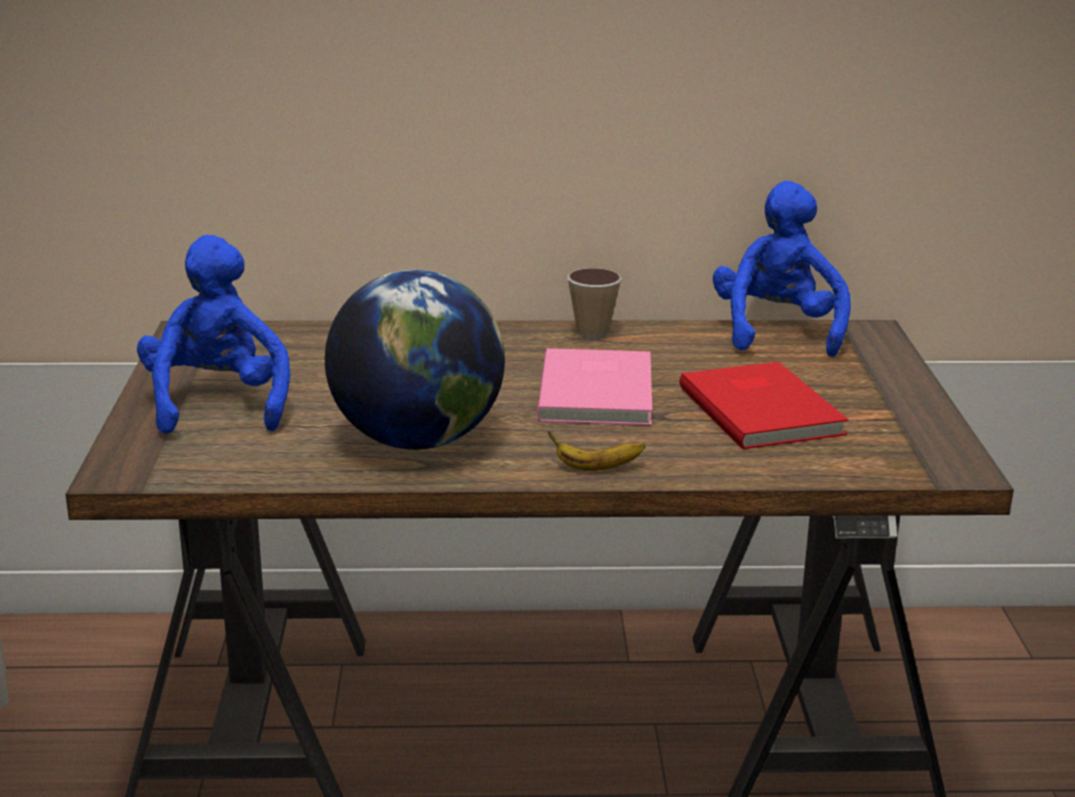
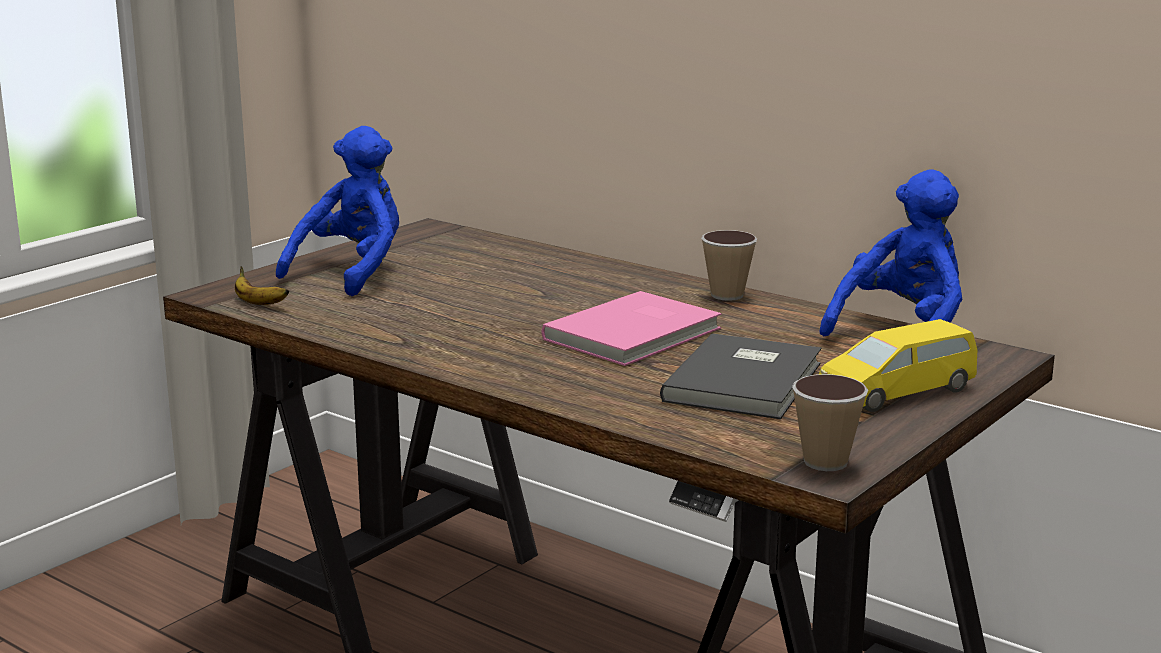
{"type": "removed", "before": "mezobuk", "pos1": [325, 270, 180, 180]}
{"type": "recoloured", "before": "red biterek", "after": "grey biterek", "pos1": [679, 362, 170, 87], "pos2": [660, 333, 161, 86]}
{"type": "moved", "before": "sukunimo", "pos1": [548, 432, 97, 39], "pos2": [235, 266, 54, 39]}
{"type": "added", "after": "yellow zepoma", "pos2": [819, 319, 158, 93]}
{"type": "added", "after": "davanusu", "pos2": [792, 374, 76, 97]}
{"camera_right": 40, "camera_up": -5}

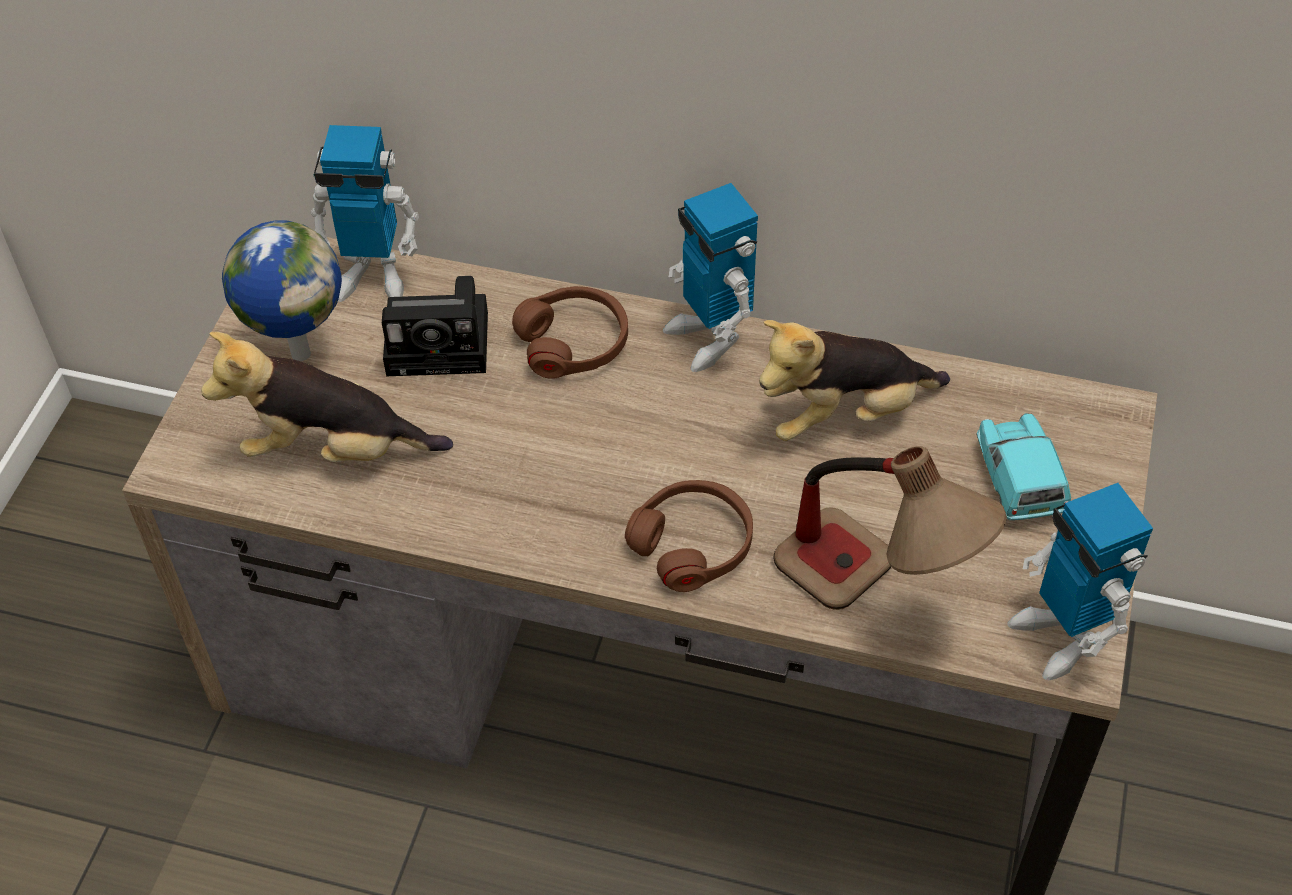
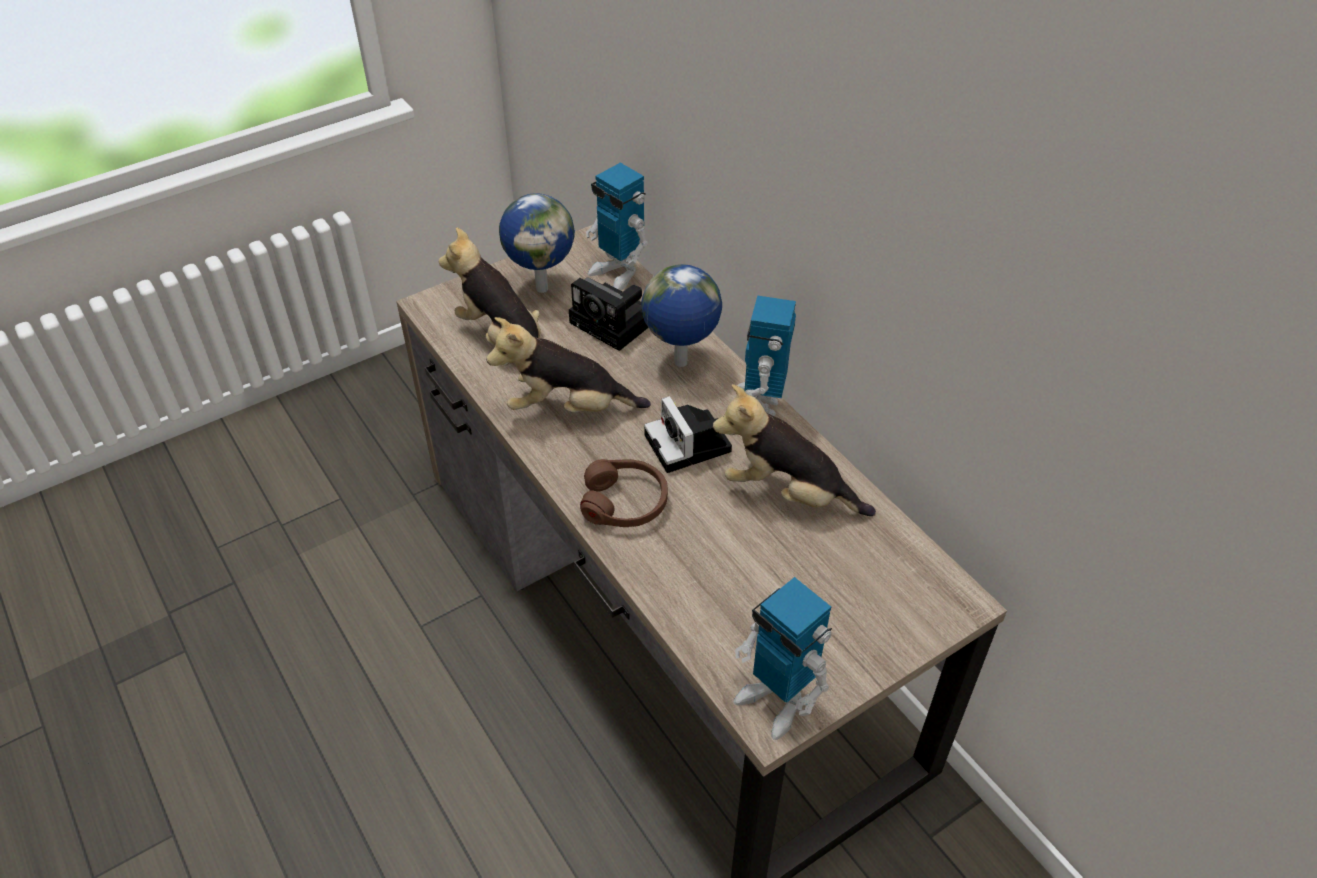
{"type": "replaced", "before": "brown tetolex", "after": "mezobuk", "pos1": [512, 286, 116, 93], "pos2": [641, 264, 81, 103]}
{"type": "removed", "before": "turquoise zepoma", "pos1": [976, 413, 95, 107]}
{"type": "removed", "before": "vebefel", "pos1": [773, 446, 233, 164]}
{"type": "turned", "before": "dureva", "pos1": [1007, 483, 146, 197], "pos2": [734, 577, 98, 163], "turn": -60}
{"type": "added", "after": "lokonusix", "pos2": [486, 317, 165, 95]}
{"type": "added", "after": "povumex", "pos2": [644, 396, 88, 77]}
{"camera_right": 40, "camera_up": -5}

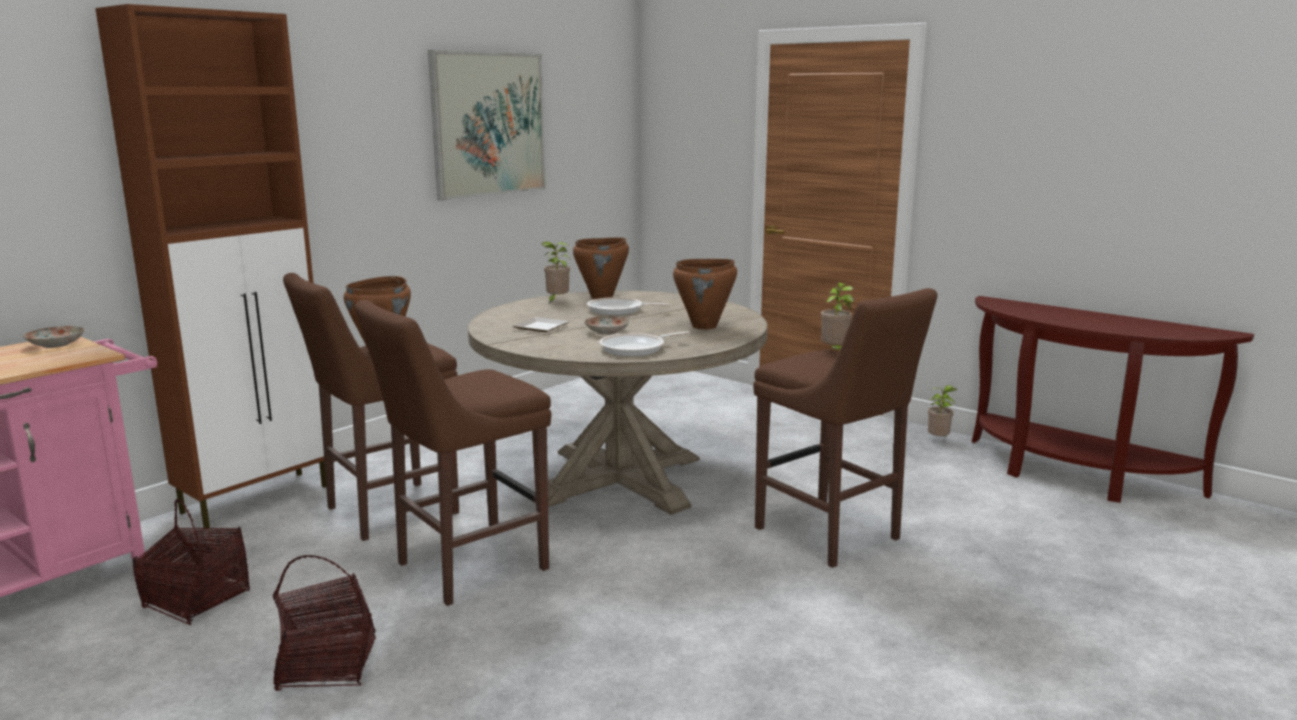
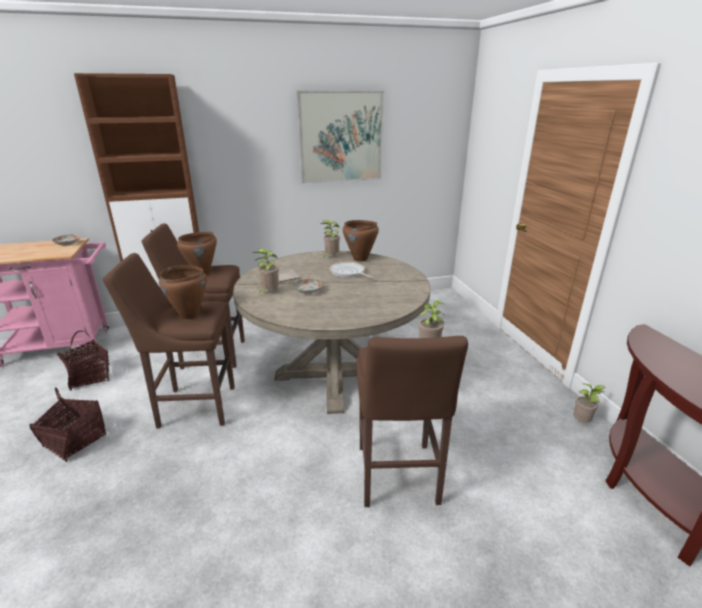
{"type": "moved", "before": "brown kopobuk", "pos1": [673, 259, 64, 70], "pos2": [159, 265, 48, 54]}
{"type": "removed", "before": "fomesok", "pos1": [599, 331, 91, 26]}
{"type": "added", "after": "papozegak", "pos2": [252, 248, 27, 45]}
{"camera_right": 35, "camera_up": 10}

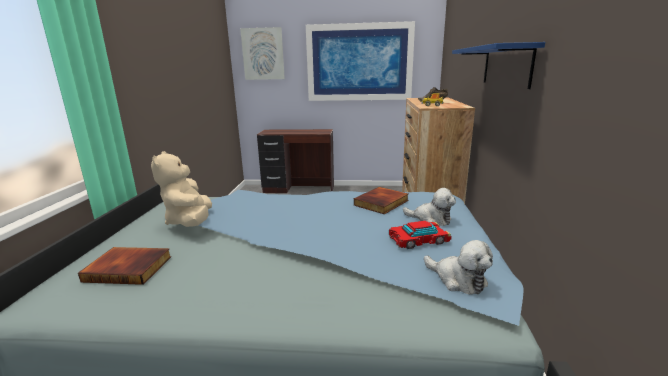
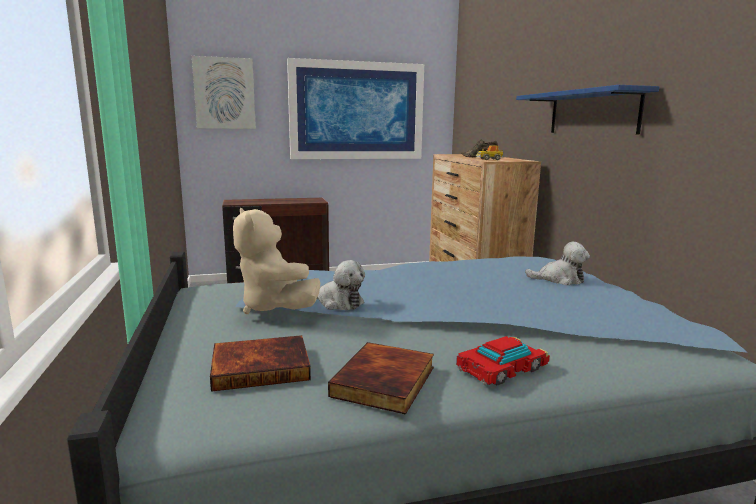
{"type": "moved", "before": "biterek", "pos1": [354, 187, 55, 27], "pos2": [328, 342, 106, 73]}
{"type": "moved", "before": "zepoma", "pos1": [389, 221, 63, 28], "pos2": [456, 336, 94, 49]}
{"type": "moved", "before": "lokonusix", "pos1": [424, 240, 69, 55], "pos2": [317, 260, 48, 50]}
{"camera_right": -20, "camera_up": -5}

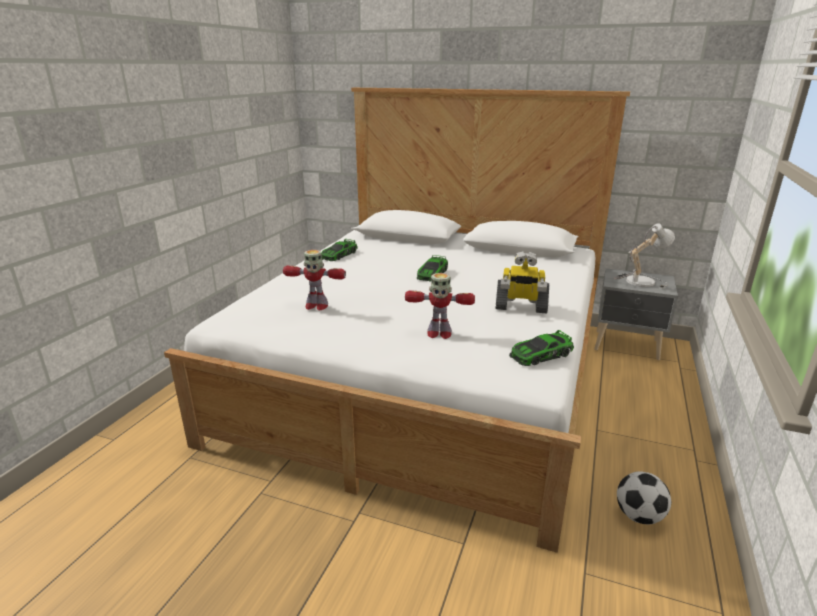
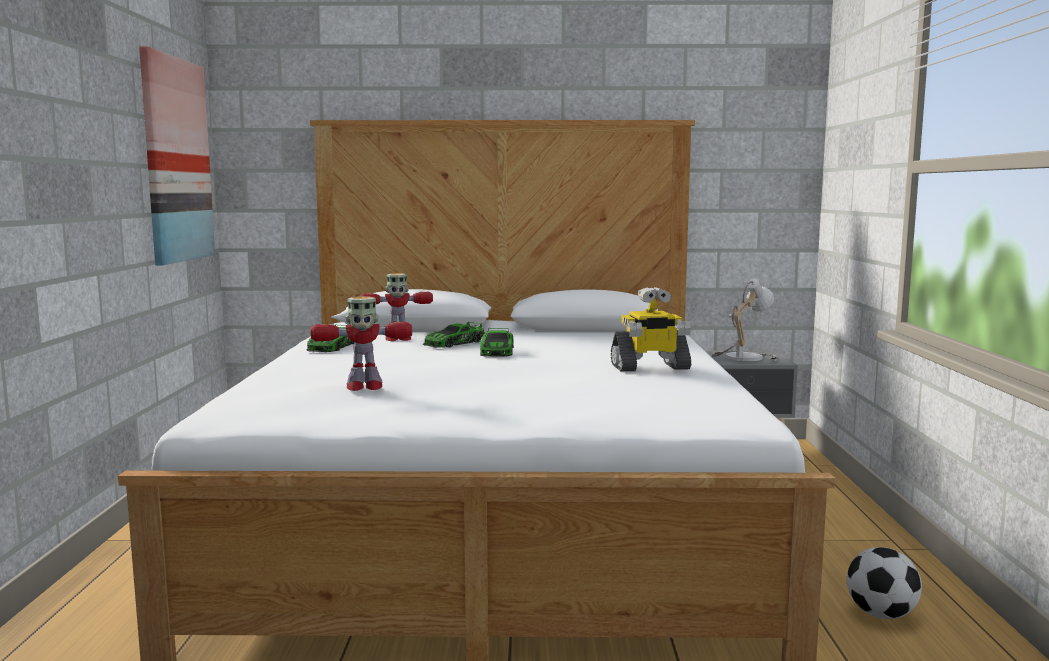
{"type": "moved", "before": "dureva", "pos1": [405, 273, 70, 66], "pos2": [360, 273, 73, 68]}
{"type": "moved", "before": "zepoma", "pos1": [509, 330, 65, 36], "pos2": [423, 322, 62, 26]}
{"type": "added", "after": "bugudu", "pos2": [139, 46, 76, 219]}
{"camera_right": -20, "camera_up": -15}

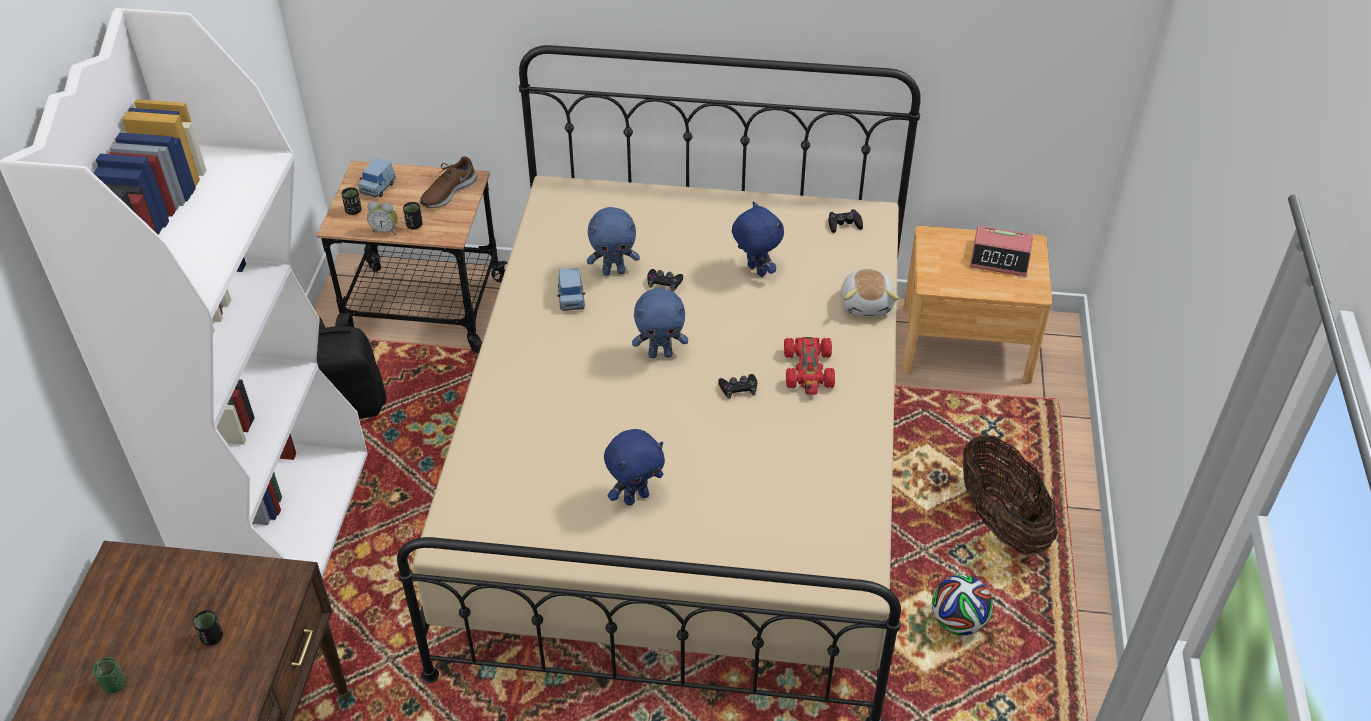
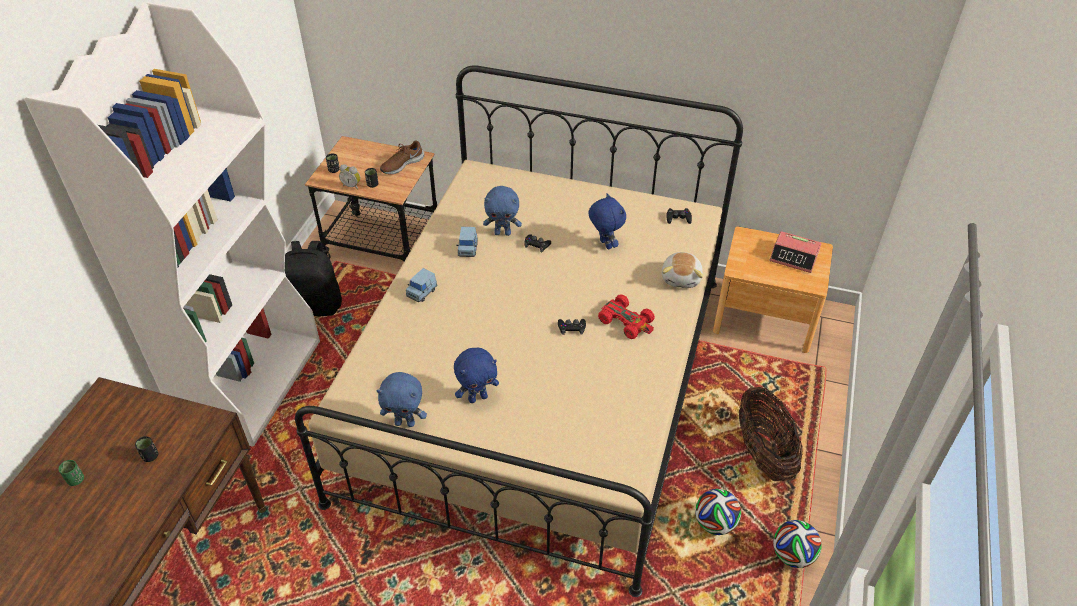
{"type": "moved", "before": "blue zepoma", "pos1": [358, 158, 38, 39], "pos2": [406, 268, 31, 34]}
{"type": "moved", "before": "blue lokonusix", "pos1": [632, 288, 56, 70], "pos2": [377, 372, 50, 55]}
{"type": "turned", "before": "red zepoma", "pos1": [784, 337, 51, 57], "pos2": [598, 294, 57, 45], "turn": -60}
{"type": "added", "after": "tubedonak", "pos2": [773, 520, 49, 48]}
{"camera_right": 10, "camera_up": 0}

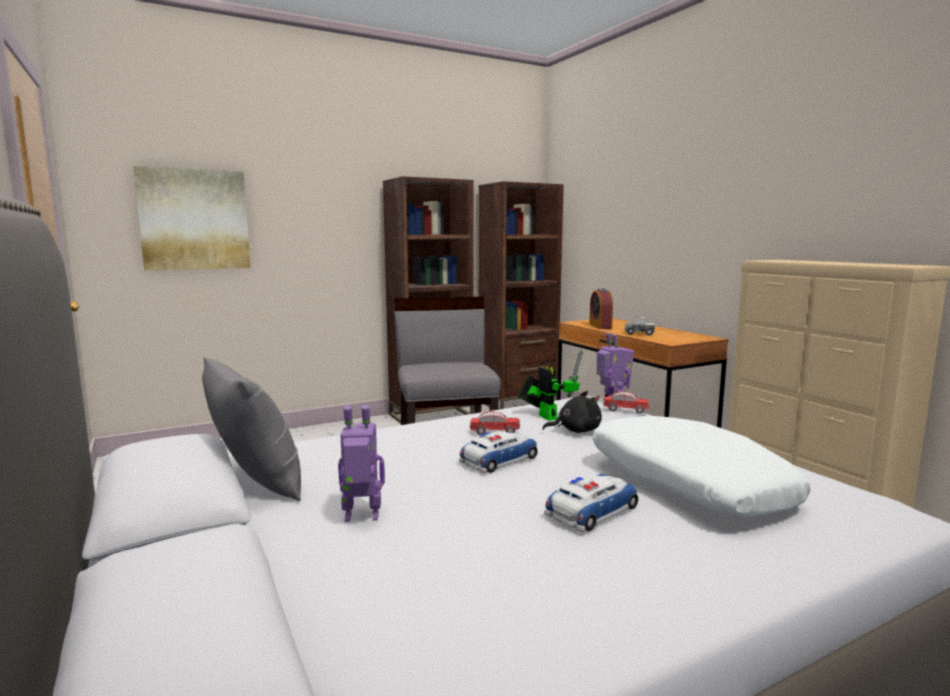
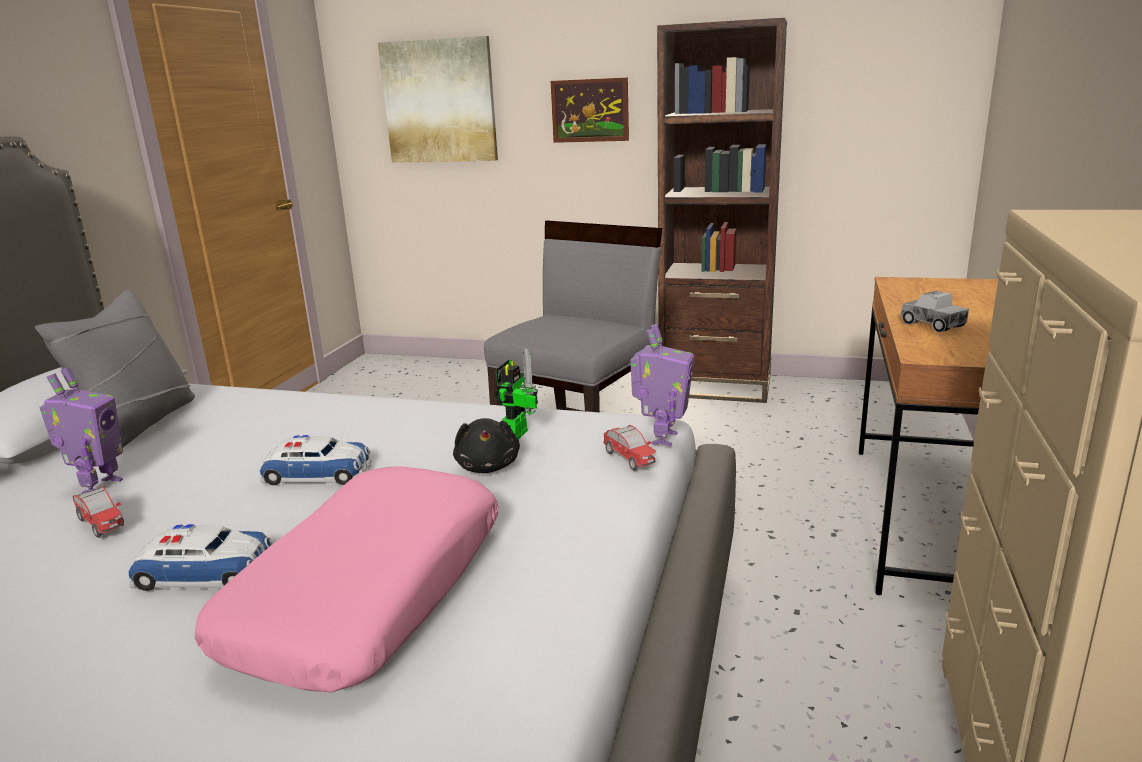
{"type": "removed", "before": "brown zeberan", "pos1": [479, 181, 85, 229]}
{"type": "removed", "before": "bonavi", "pos1": [589, 288, 24, 41]}
{"type": "turned", "before": "black lokonusix", "pos1": [543, 391, 59, 42], "pos2": [453, 418, 67, 55], "turn": 45}
{"type": "turned", "before": "dureva", "pos1": [338, 405, 47, 117], "pos2": [40, 367, 83, 127], "turn": 60}
{"type": "moved", "before": "zepoma", "pos1": [470, 411, 50, 24], "pos2": [73, 486, 51, 52]}
{"type": "recoloured", "before": "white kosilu", "after": "pink kosilu", "pos1": [593, 416, 218, 101], "pos2": [195, 467, 304, 225]}
{"type": "added", "after": "bugudu", "pos2": [550, 77, 79, 66]}
{"camera_right": 45, "camera_up": 10}

